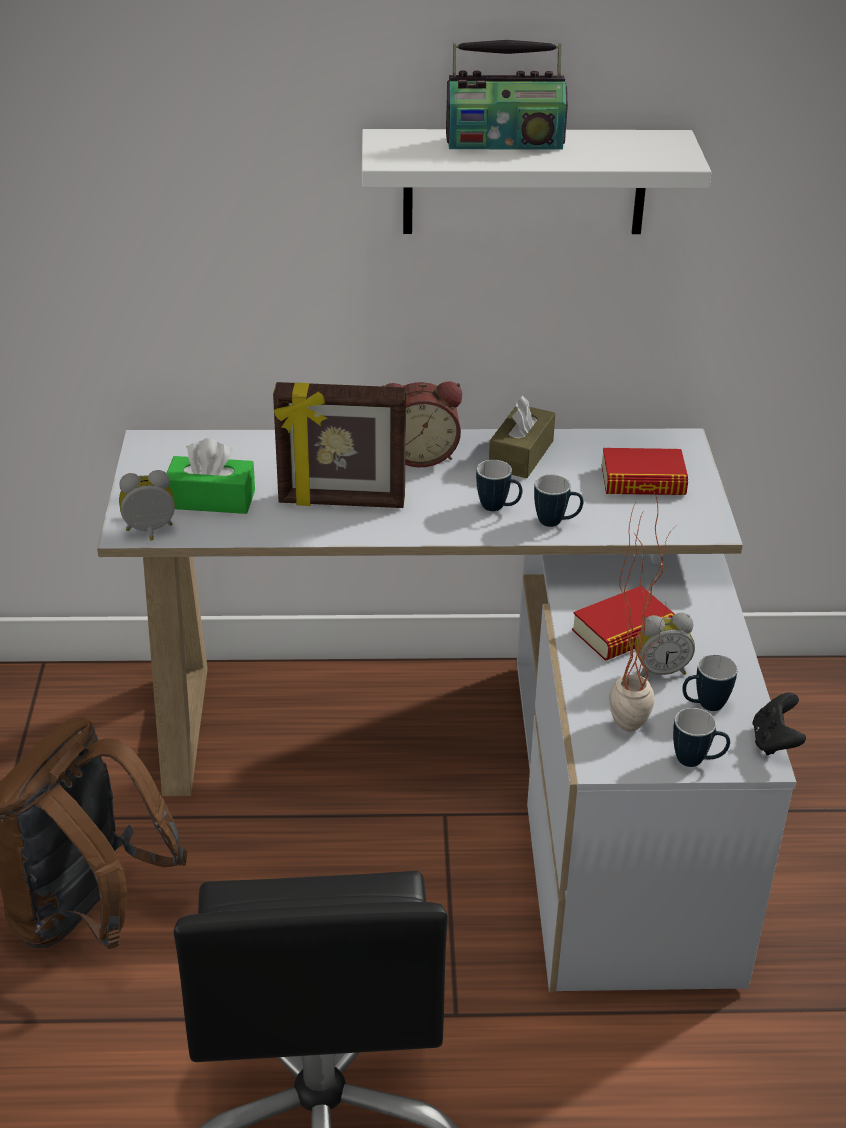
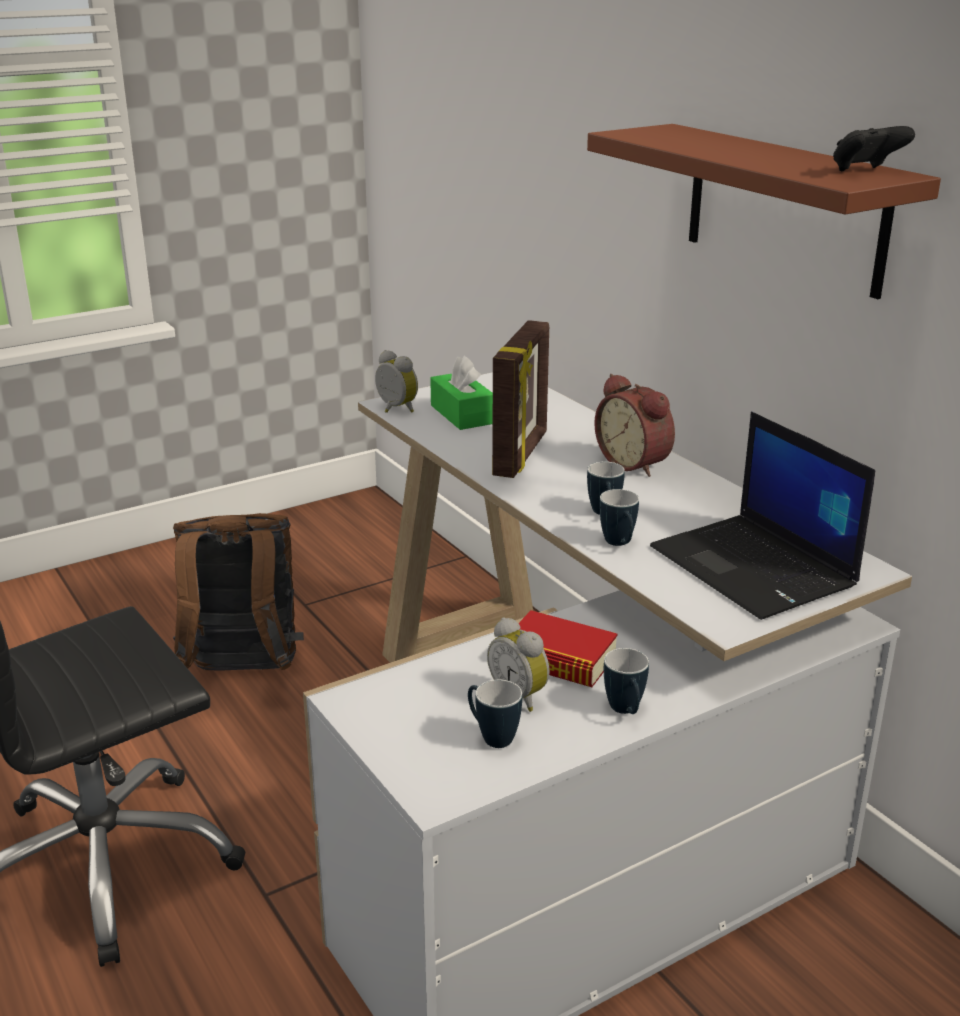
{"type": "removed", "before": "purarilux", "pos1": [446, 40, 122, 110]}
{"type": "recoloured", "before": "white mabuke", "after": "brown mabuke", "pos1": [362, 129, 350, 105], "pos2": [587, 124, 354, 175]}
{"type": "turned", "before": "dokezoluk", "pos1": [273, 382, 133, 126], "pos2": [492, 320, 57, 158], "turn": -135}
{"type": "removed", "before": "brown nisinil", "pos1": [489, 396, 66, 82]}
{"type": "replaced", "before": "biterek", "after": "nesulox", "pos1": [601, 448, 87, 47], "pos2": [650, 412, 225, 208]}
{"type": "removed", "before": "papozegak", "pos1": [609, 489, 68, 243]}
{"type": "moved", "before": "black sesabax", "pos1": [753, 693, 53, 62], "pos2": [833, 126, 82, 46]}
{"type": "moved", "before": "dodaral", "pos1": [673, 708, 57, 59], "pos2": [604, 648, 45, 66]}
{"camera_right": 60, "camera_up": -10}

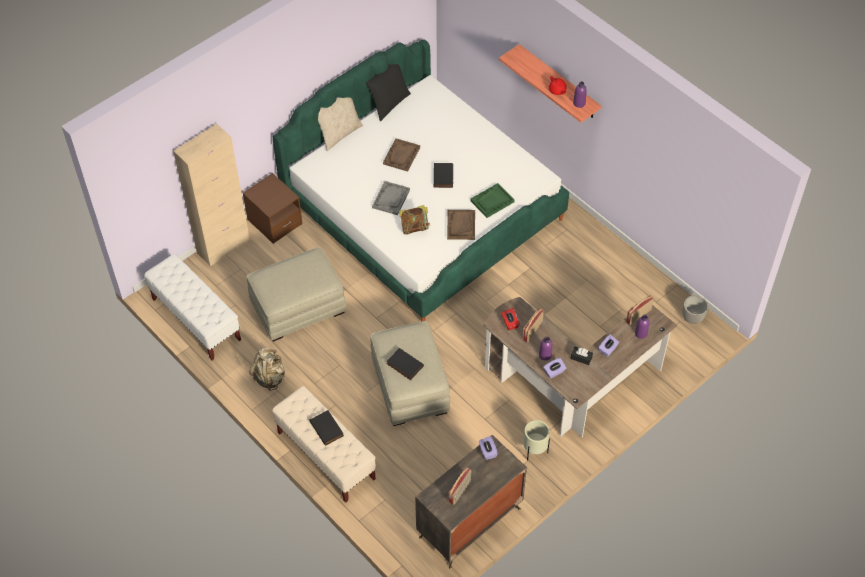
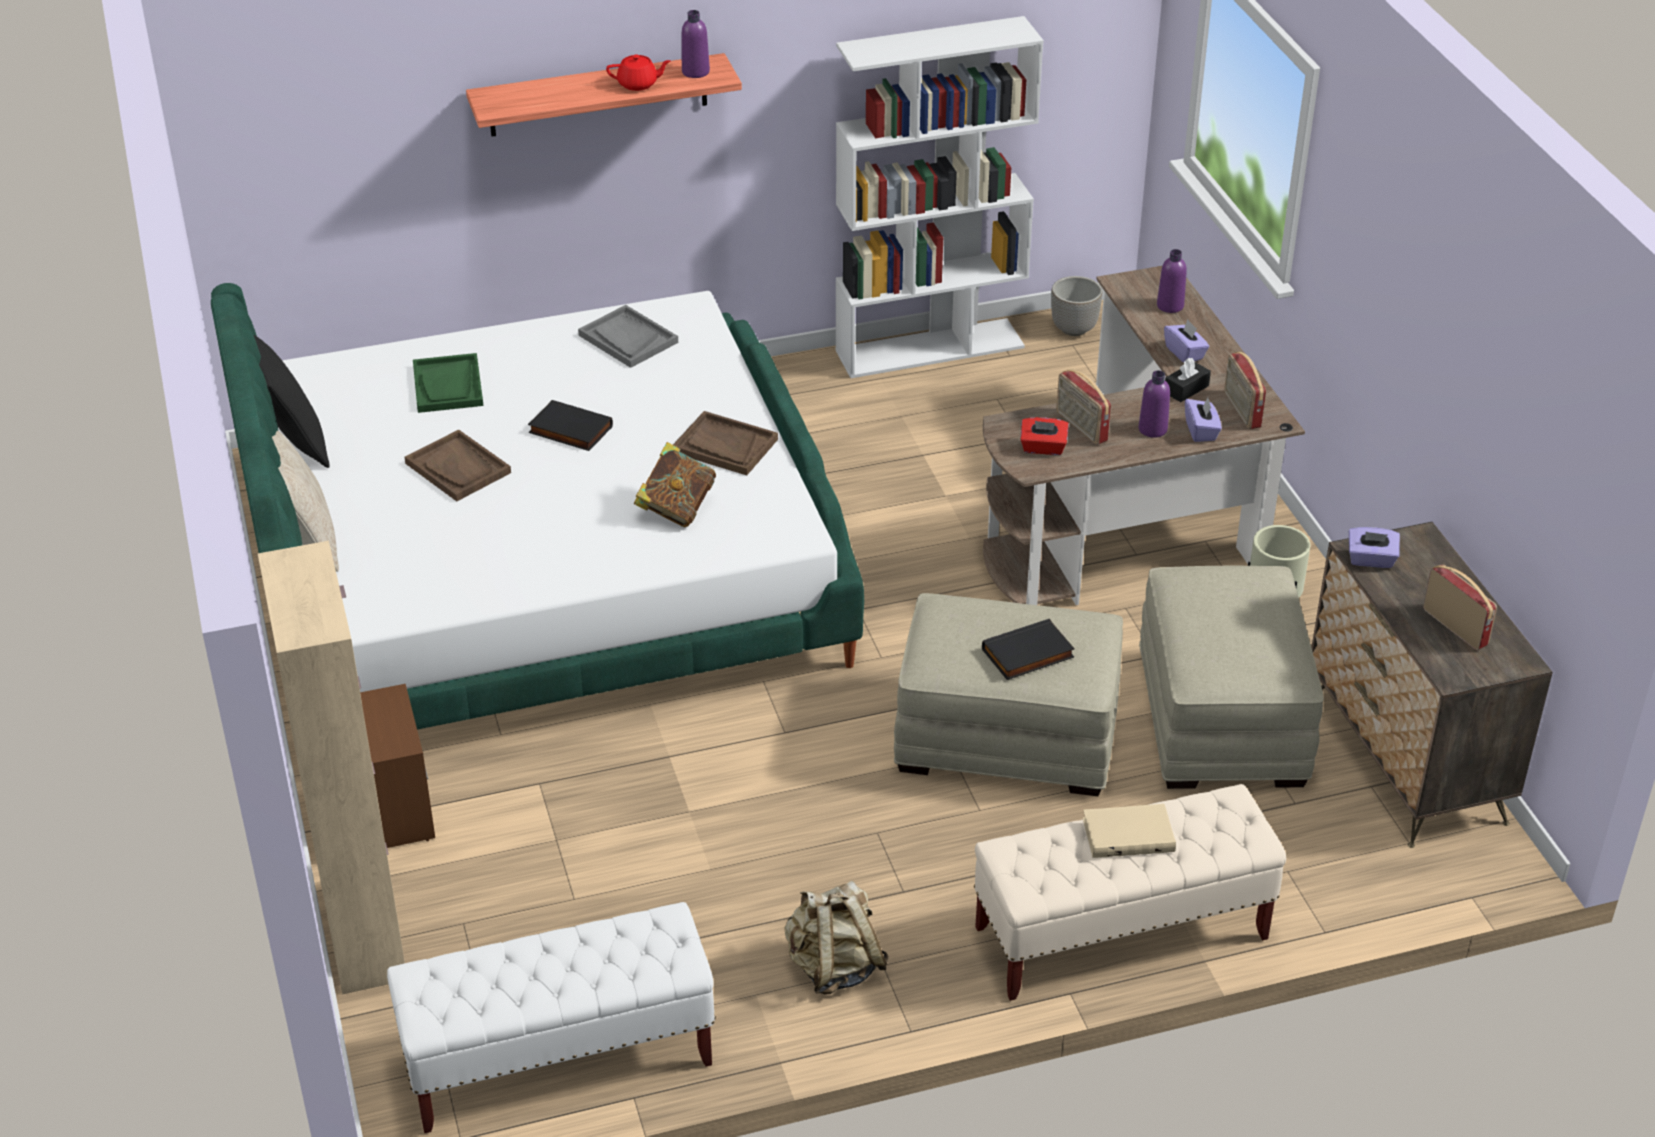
{"type": "moved", "before": "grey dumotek", "pos1": [372, 181, 38, 34], "pos2": [578, 305, 100, 63]}
{"type": "moved", "before": "green dumotek", "pos1": [470, 183, 45, 35], "pos2": [413, 353, 71, 60]}
{"type": "moved", "before": "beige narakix", "pos1": [247, 247, 99, 94], "pos2": [1139, 566, 185, 223]}
{"type": "moved", "before": "purarilux", "pos1": [626, 295, 28, 30], "pos2": [1224, 352, 42, 77]}
{"type": "recoloured", "before": "black biterek", "after": "beige biterek", "pos1": [309, 410, 35, 36], "pos2": [1083, 804, 93, 54]}
{"type": "added", "after": "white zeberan", "pos2": [836, 16, 208, 362]}
{"camera_right": -65, "camera_up": -15}

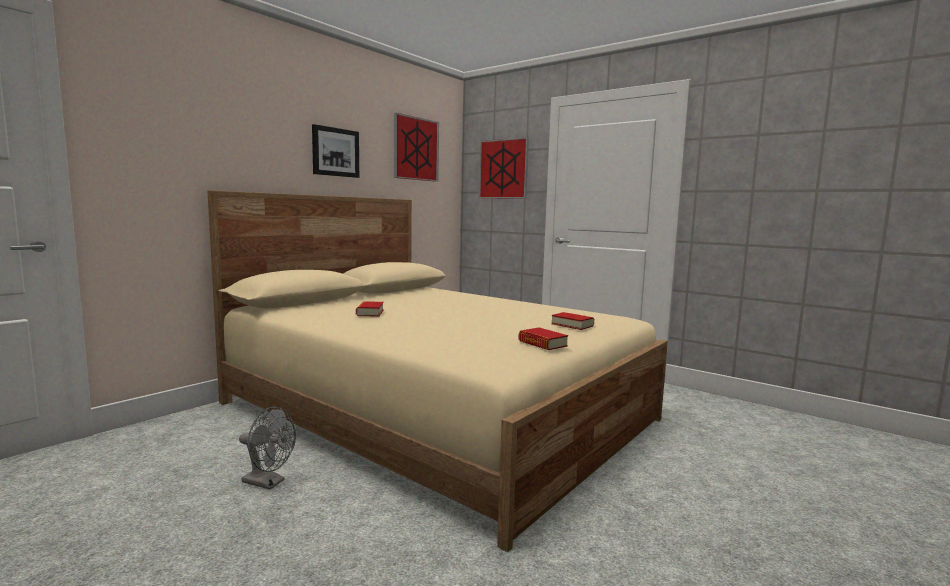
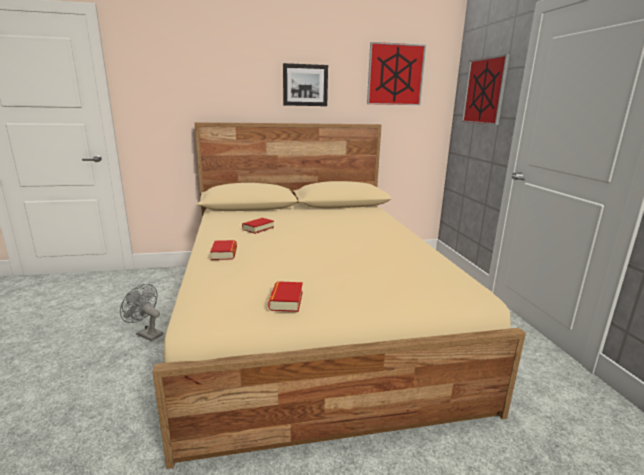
{"type": "moved", "before": "biterek", "pos1": [551, 312, 43, 18], "pos2": [210, 240, 27, 20]}
{"type": "turned", "before": "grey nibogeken", "pos1": [239, 407, 57, 83], "pos2": [120, 284, 43, 57], "turn": 150}
{"camera_right": 40, "camera_up": 10}

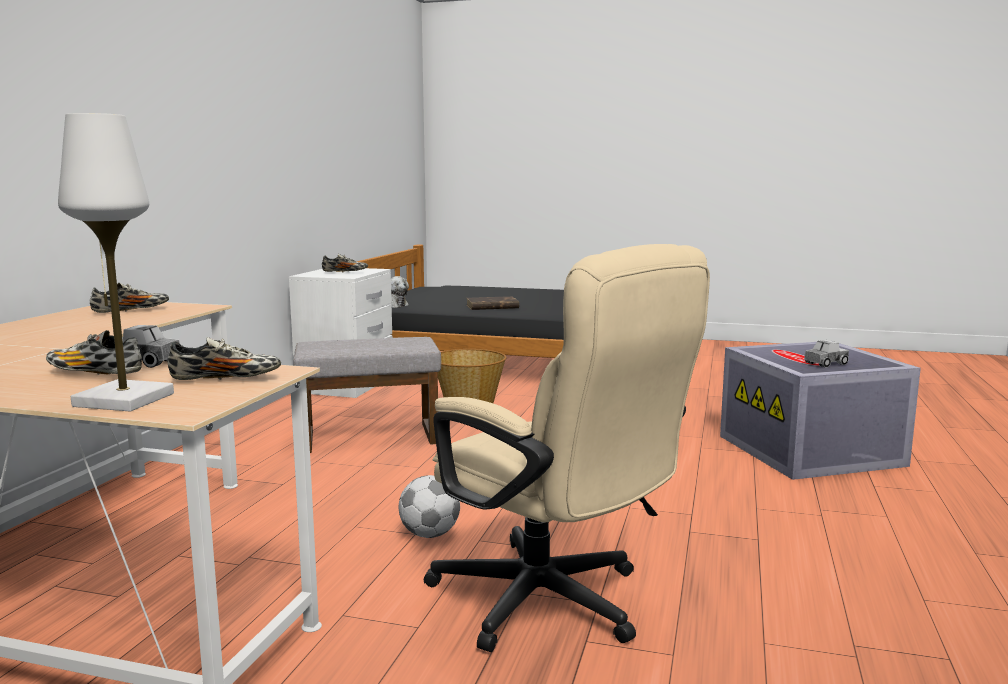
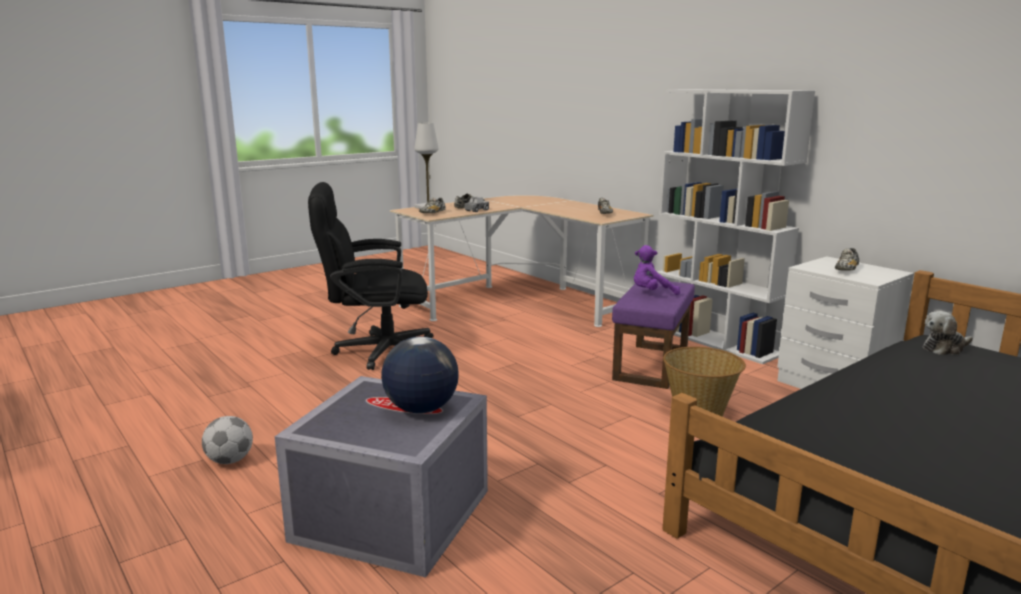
{"type": "recoloured", "before": "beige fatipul", "after": "black fatipul", "pos1": [424, 244, 286, 408], "pos2": [308, 182, 126, 188]}
{"type": "removed", "before": "brown biterek", "pos1": [467, 296, 52, 14]}
{"type": "recoloured", "before": "grey narakix", "after": "purple narakix", "pos1": [293, 337, 148, 116], "pos2": [612, 281, 83, 108]}
{"type": "removed", "before": "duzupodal", "pos1": [804, 340, 45, 28]}
{"type": "moved", "before": "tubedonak", "pos1": [399, 475, 61, 63], "pos2": [202, 416, 51, 48]}
{"type": "added", "after": "white zeberan", "pos2": [657, 89, 158, 275]}
{"type": "added", "after": "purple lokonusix", "pos2": [634, 245, 46, 50]}
{"type": "added", "after": "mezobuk", "pos2": [381, 336, 78, 78]}
{"camera_right": 125, "camera_up": 5}

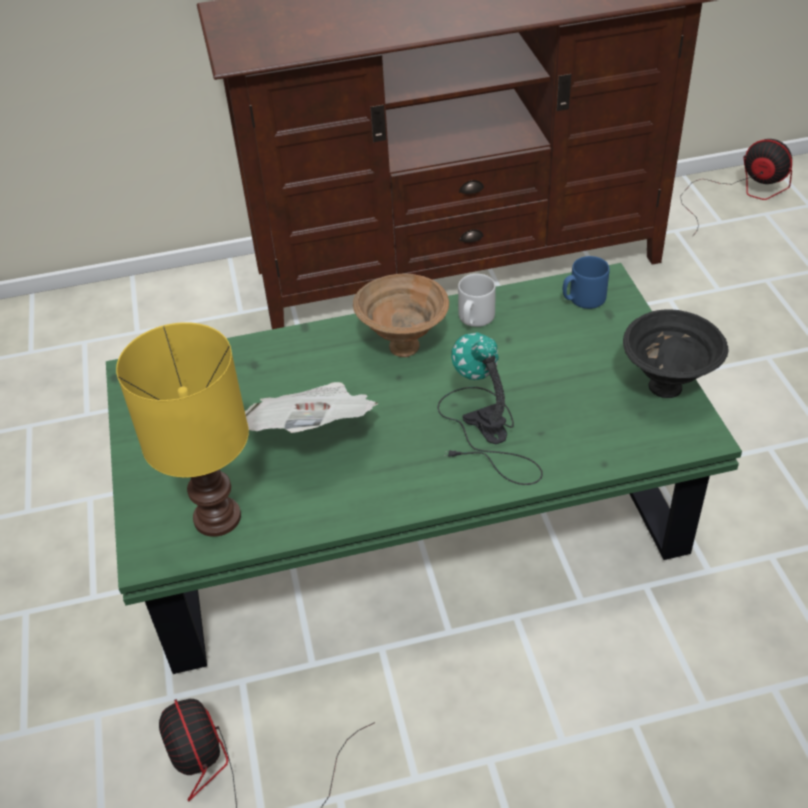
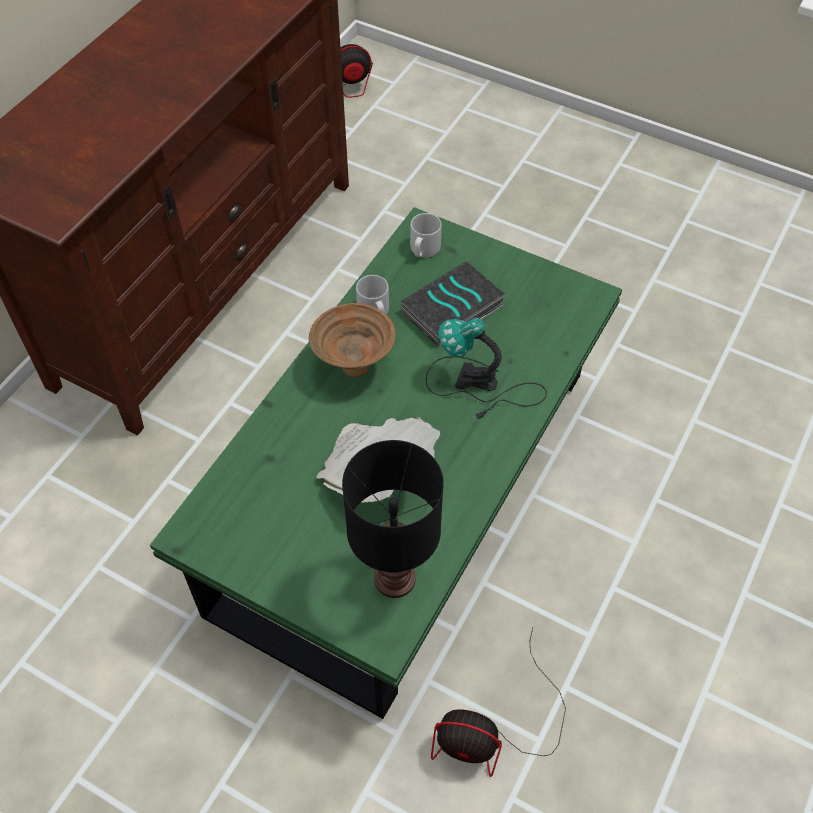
{"type": "recoloured", "before": "blue dodaral", "after": "grey dodaral", "pos1": [563, 256, 47, 53], "pos2": [410, 213, 32, 45]}
{"type": "removed", "before": "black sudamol", "pos1": [623, 309, 105, 89]}
{"type": "recoloured", "before": "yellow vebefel", "after": "black vebefel", "pos1": [116, 322, 133, 215], "pos2": [342, 440, 102, 158]}
{"type": "added", "after": "biterek", "pos2": [401, 261, 104, 86]}
{"camera_right": -50, "camera_up": 10}

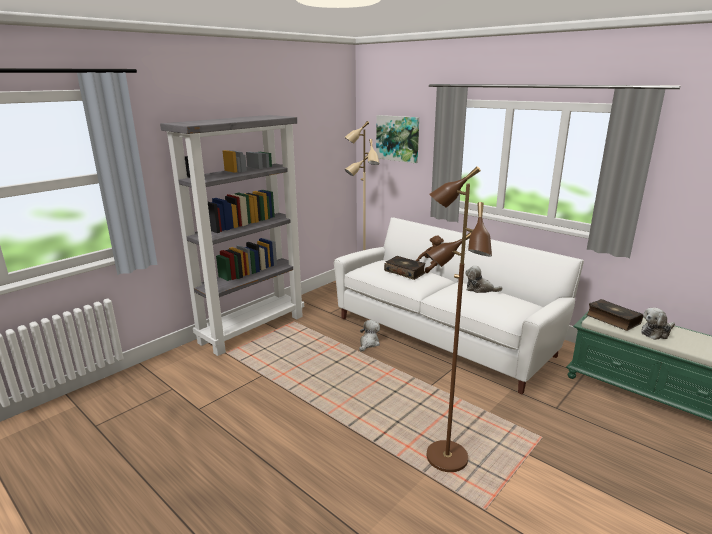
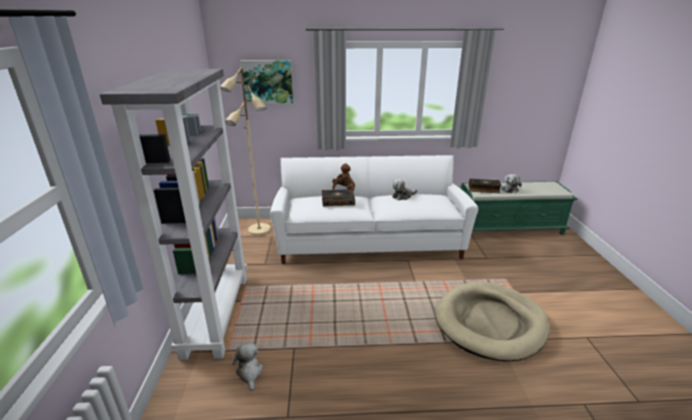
{"type": "replaced", "before": "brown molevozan", "after": "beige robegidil", "pos1": [426, 166, 66, 306], "pos2": [435, 282, 115, 80]}
{"type": "moved", "before": "lokonusix", "pos1": [359, 320, 21, 32], "pos2": [232, 343, 31, 48]}
{"camera_right": -45, "camera_up": 5}

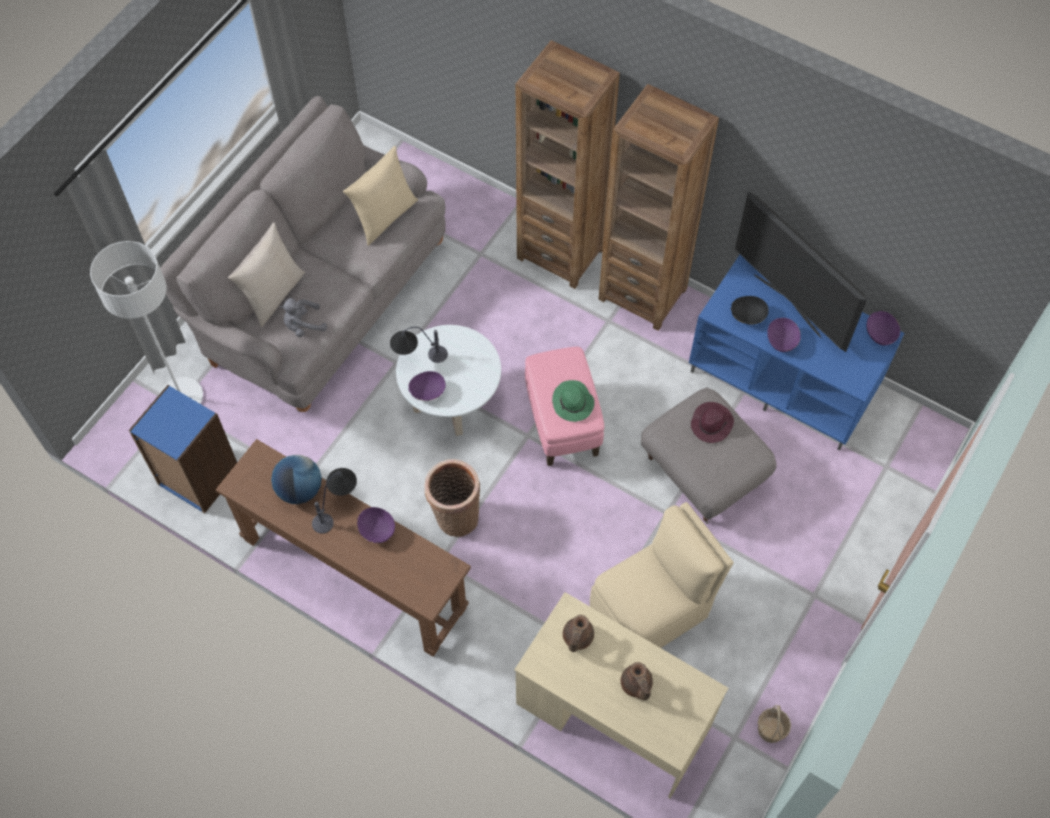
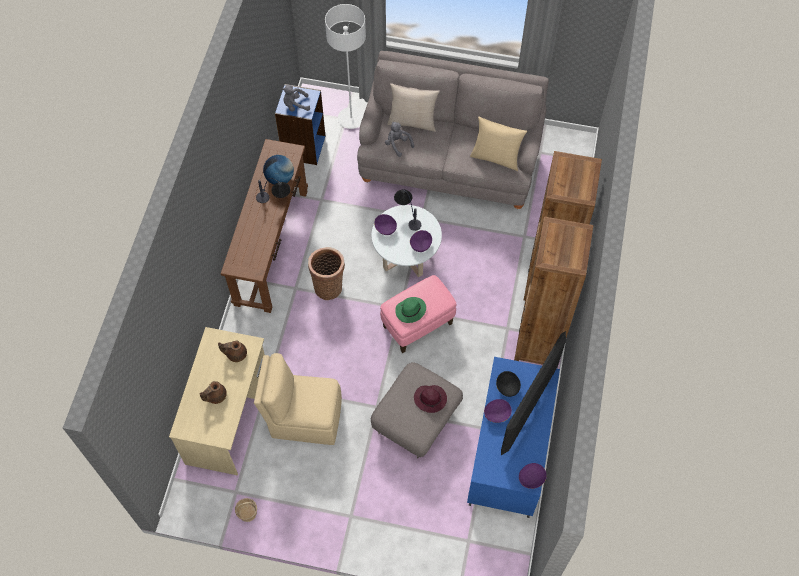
{"type": "turned", "before": "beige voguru", "pos1": [590, 502, 143, 146], "pos2": [254, 353, 88, 92], "turn": 150}
{"type": "moved", "before": "purple sudamol", "pos1": [357, 507, 38, 36], "pos2": [410, 230, 22, 22]}
{"type": "added", "after": "grey lokonusix", "pos2": [282, 85, 28, 26]}
{"camera_right": 70, "camera_up": 0}

